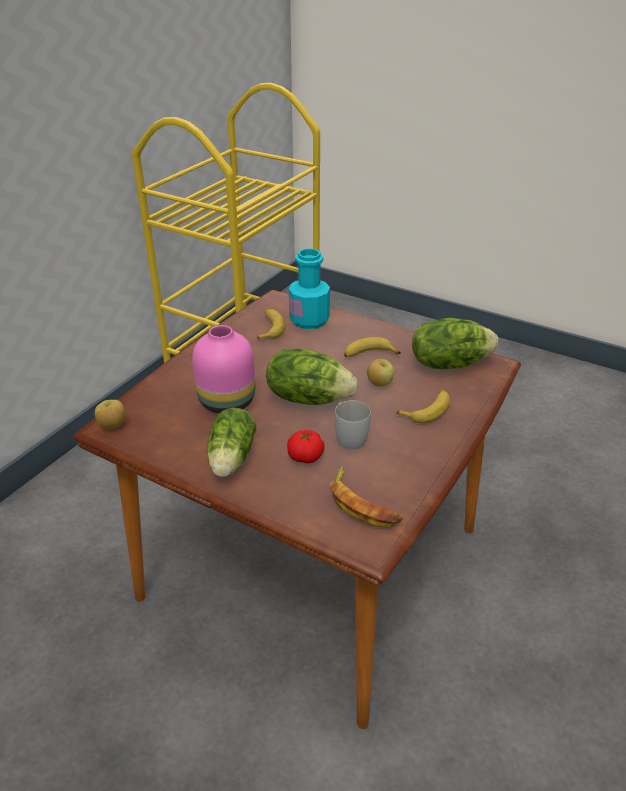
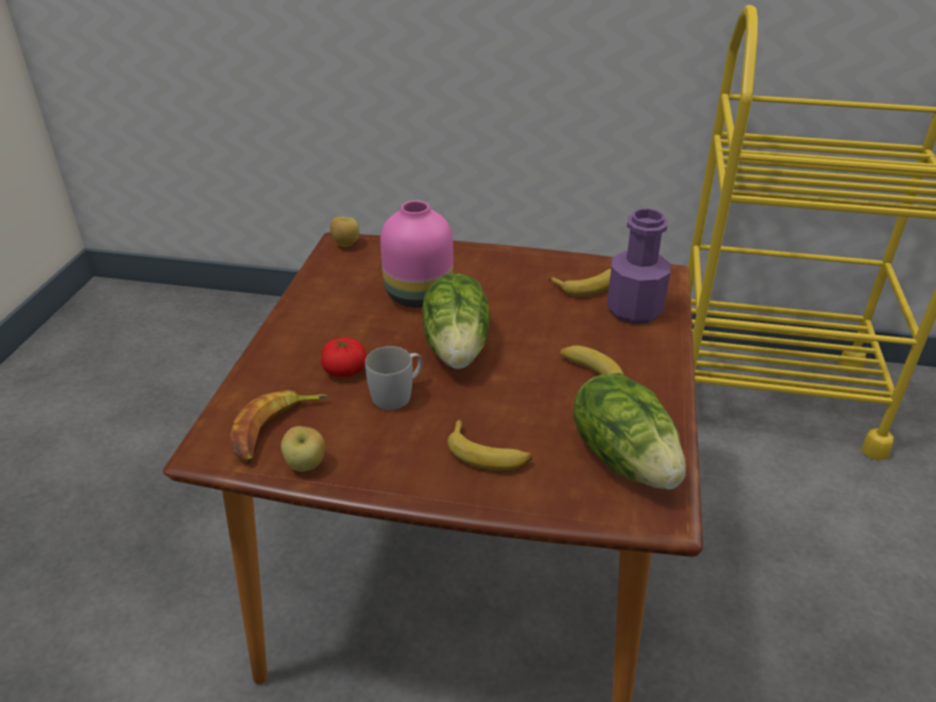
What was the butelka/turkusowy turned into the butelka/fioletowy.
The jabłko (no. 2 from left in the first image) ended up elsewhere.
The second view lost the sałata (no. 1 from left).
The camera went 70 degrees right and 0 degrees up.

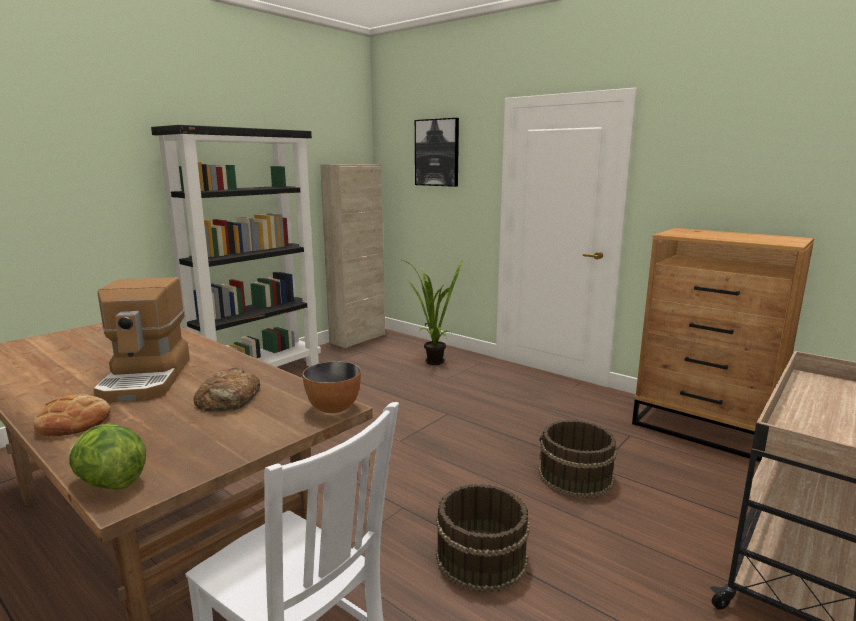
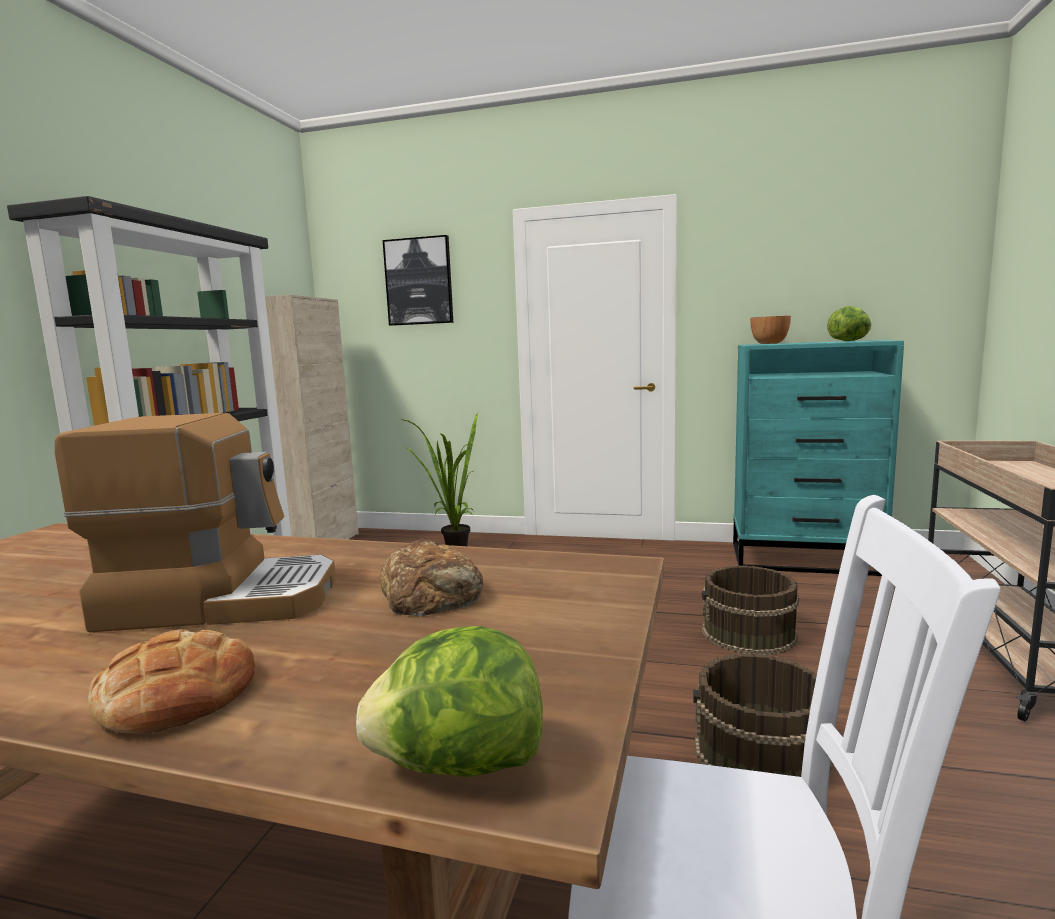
What was the komoda/brązowy turned into the komoda/turkusowy.
The ekspres do kawy ended up facing another way, 60 degrees counterclockwise from before.
The miska ended up elsewhere.
The second view gained the sałata (no. 2 from left).
The camera went 25 degrees left and 5 degrees down.

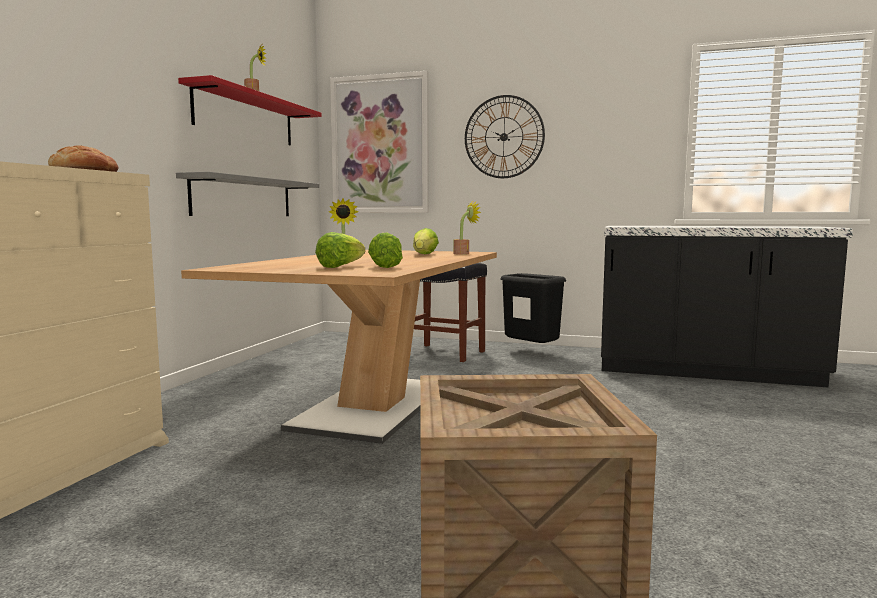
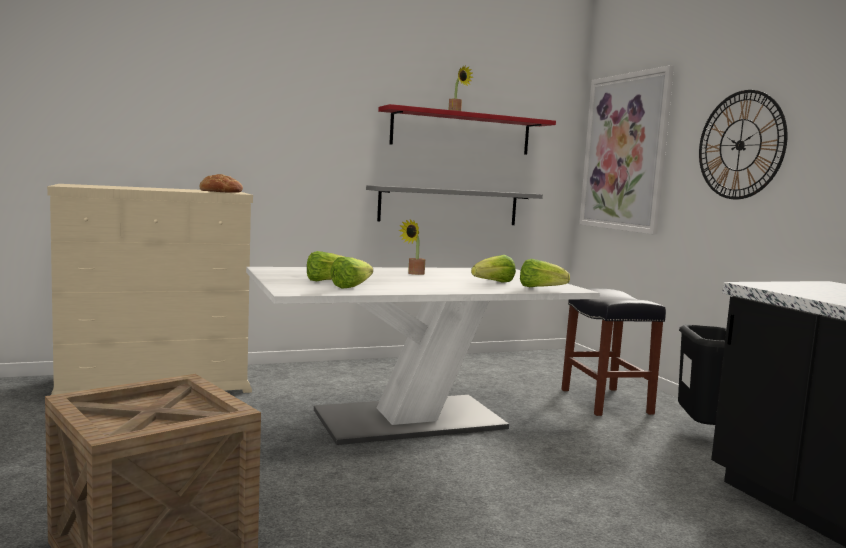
Where the roślina doniczkowa (no. 3 from left) stood, the sałata (no. 4 from left) came to stand.
What was the stół jadalny/brązowy turned into the stół jadalny/biały.
The camera went 50 degrees right and 0 degrees up.

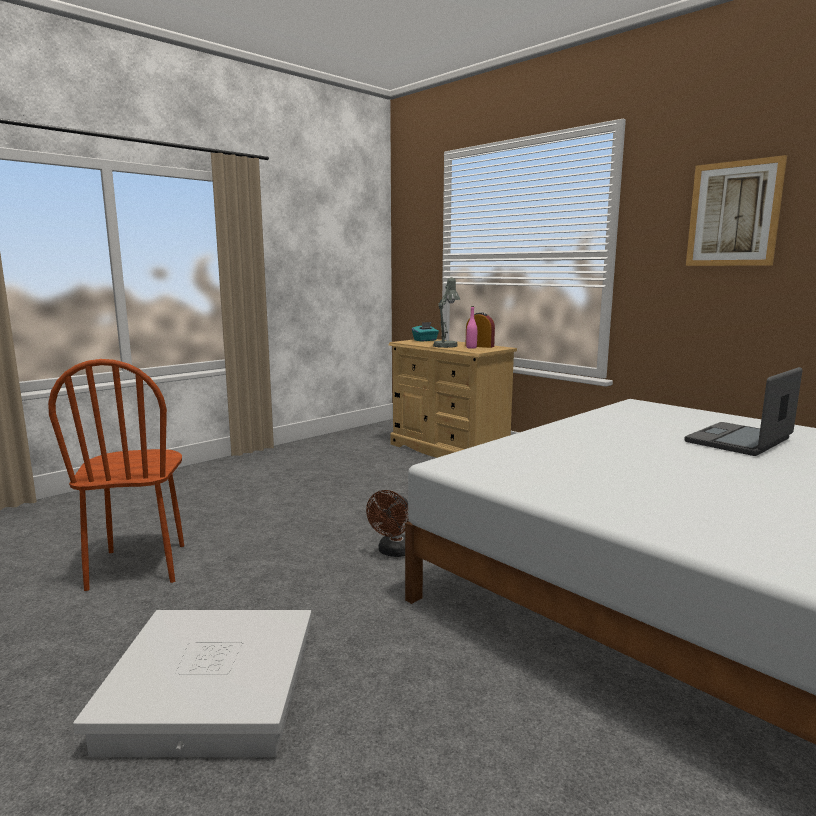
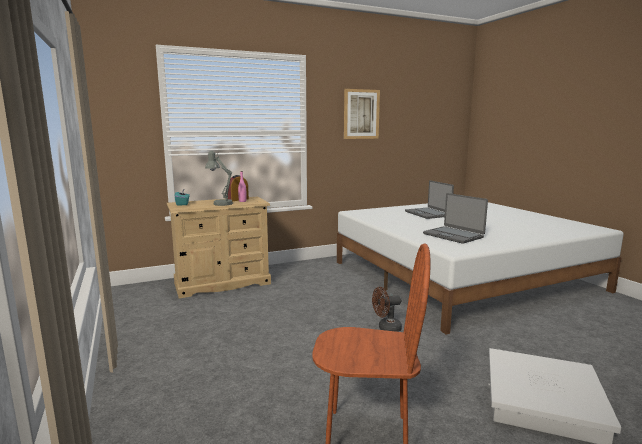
The wentylator/brązowy ended up facing another way, 120 degrees clockwise from before.
The second view gained the laptop (no. 2 from left).
The camera went 70 degrees left and 0 degrees up.

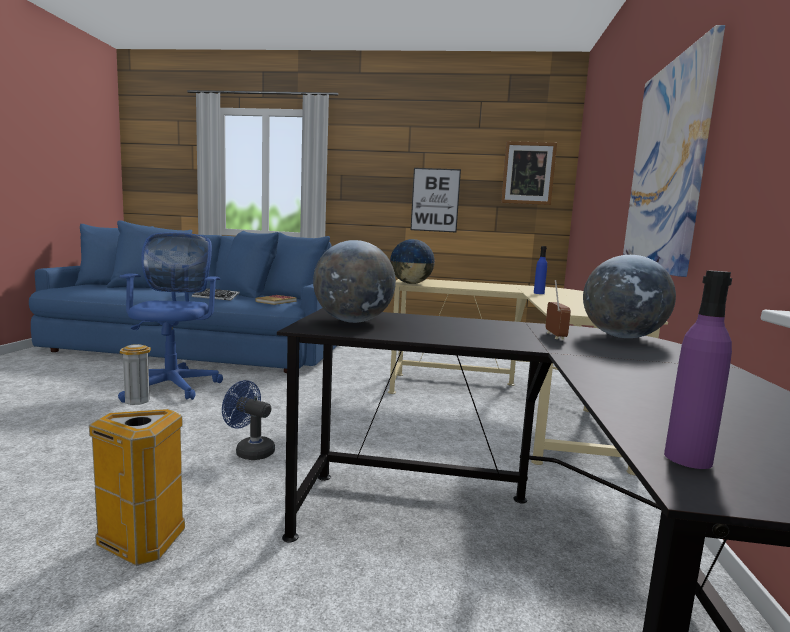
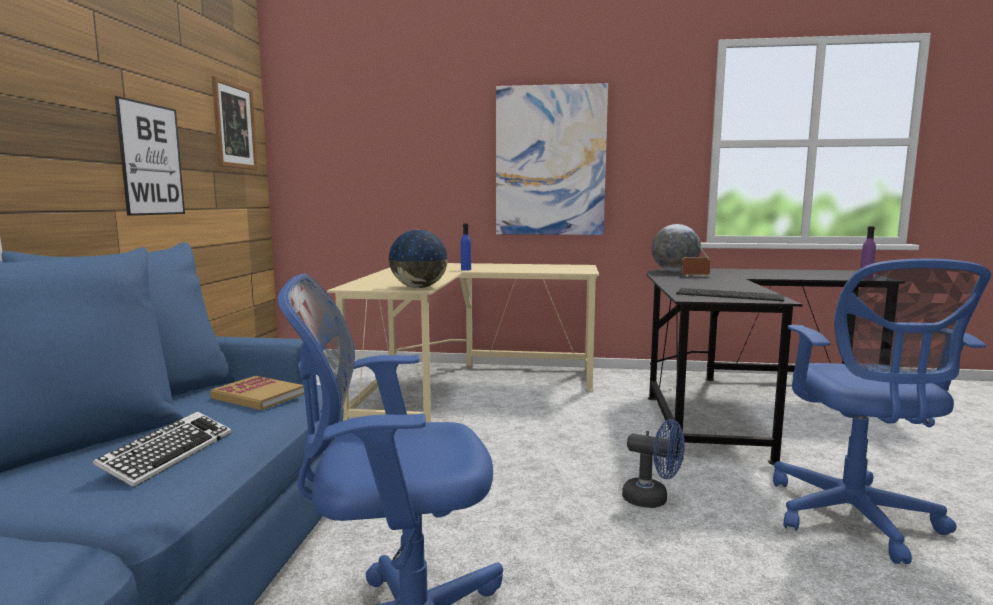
Where the globus (no. 1 from left) stood, the klawiatura (no. 2 from left) came to stand.
Where the kosz na śmieci stood, the krzesło biurowe/niebieski (no. 2 from left) came to stand.
The wentylator/niebieski ended up facing another way, 90 degrees counterclockwise from before.
The camera went 90 degrees left and 0 degrees up.

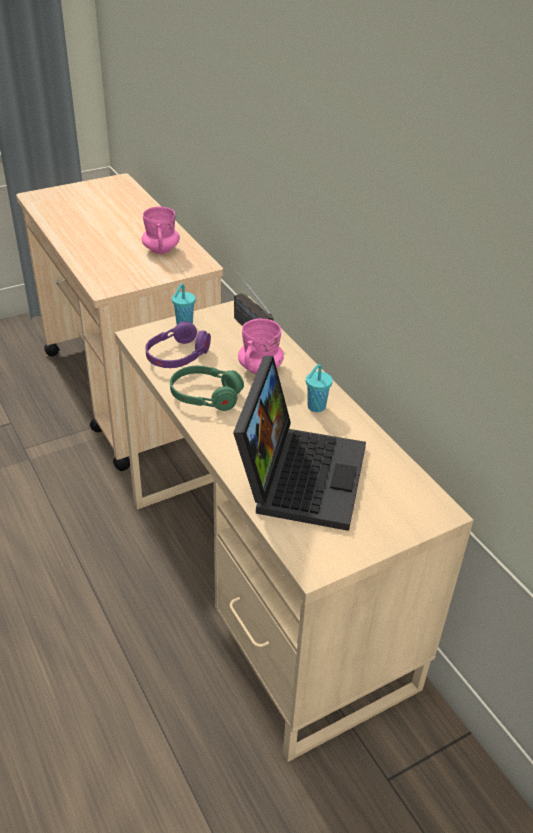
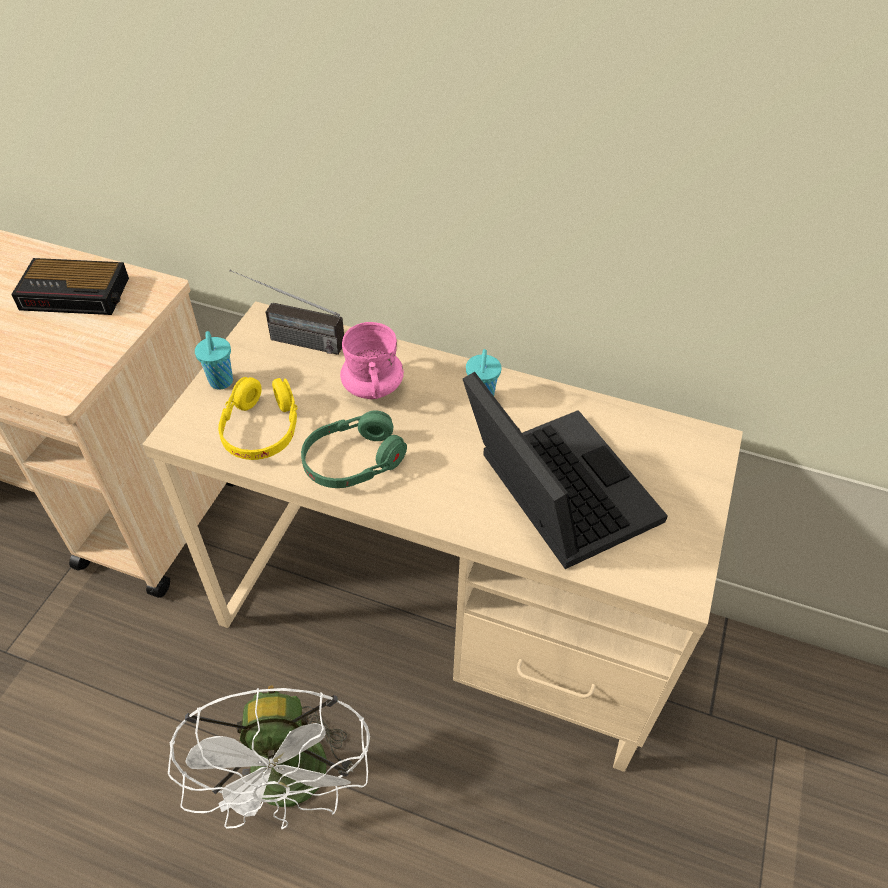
Where the kubek/różowy (no. 1 from left) stood, the budzik came to stand.
What was the słuchawki/fioletowy turned into the słuchawki/żółty.
The second view gained the wentylator/biały.
The camera went 40 degrees left and 10 degrees up.

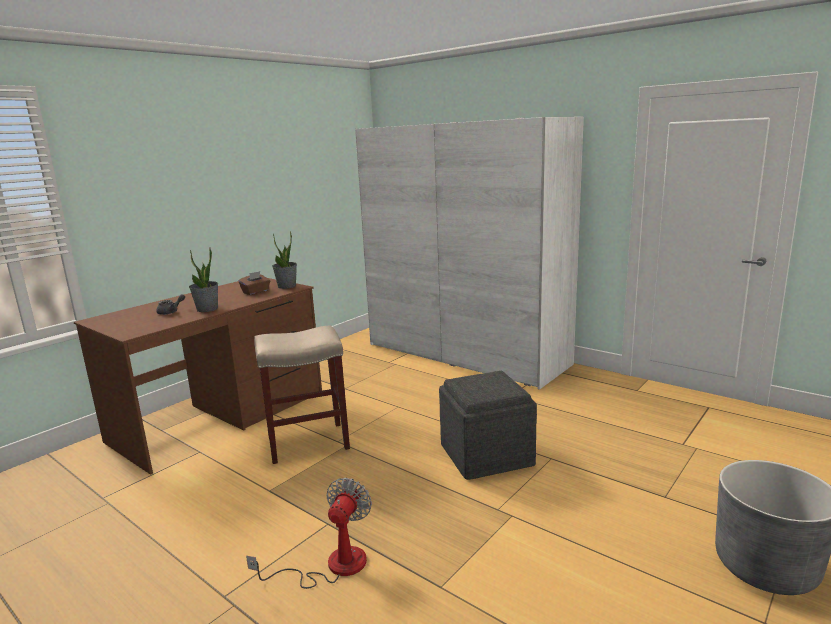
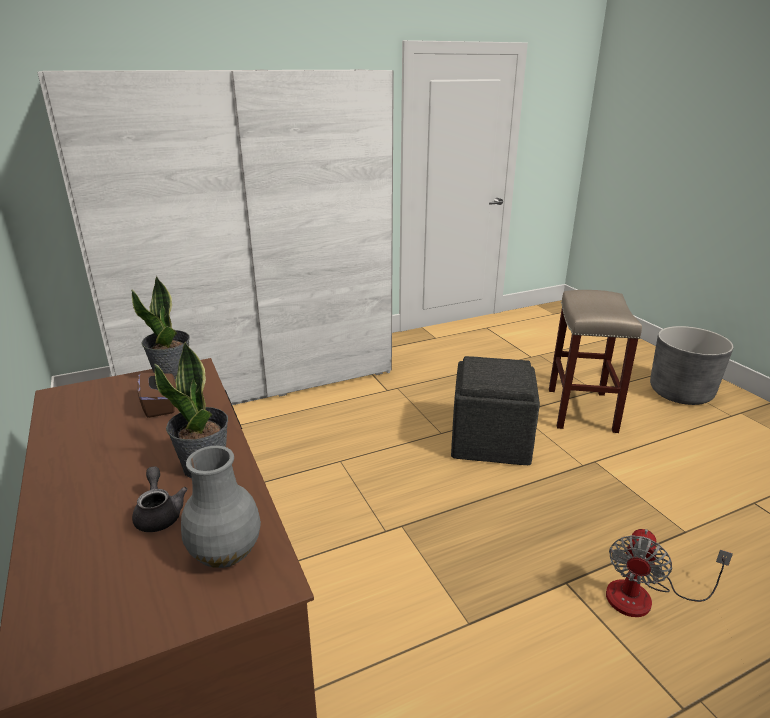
The stołek/beżowy ended up elsewhere.
The wentylator ended up facing another way, 105 degrees counterclockwise from before.
The second view gained the wazon/szary.
The camera went 65 degrees left and 10 degrees up.

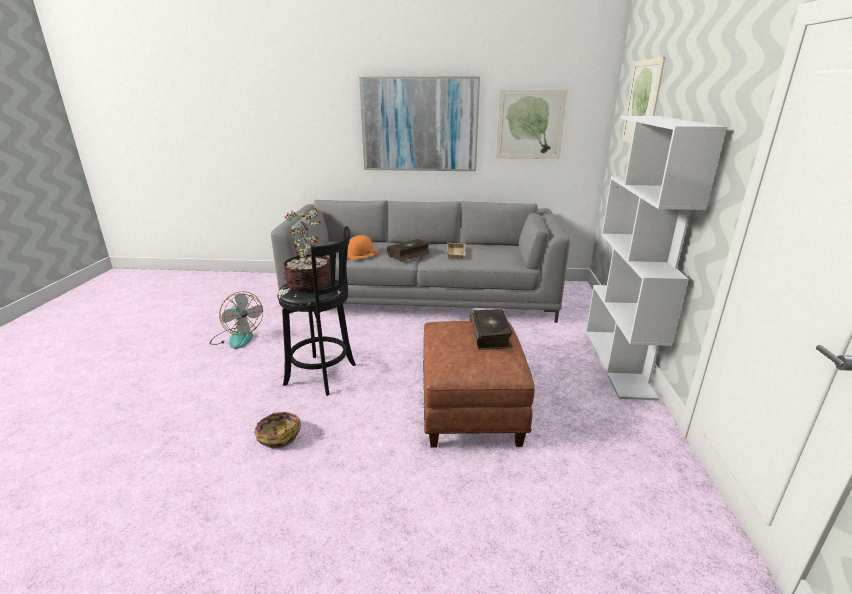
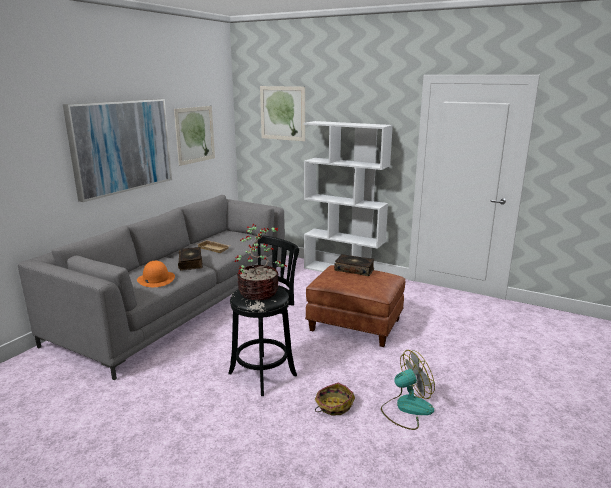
The wentylator ended up elsewhere.
The camera went 65 degrees left and 5 degrees down.

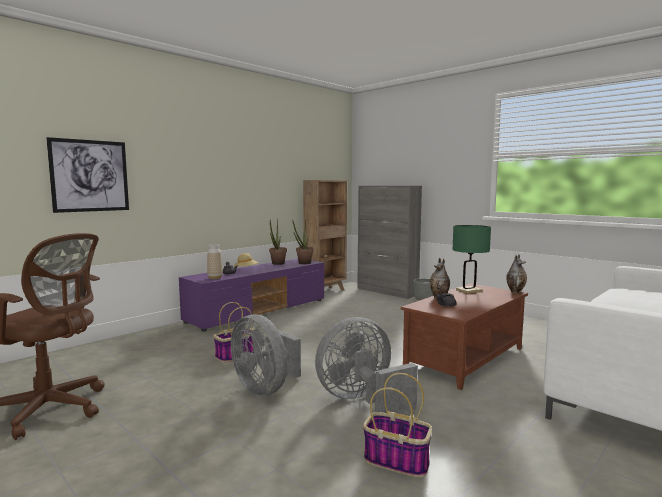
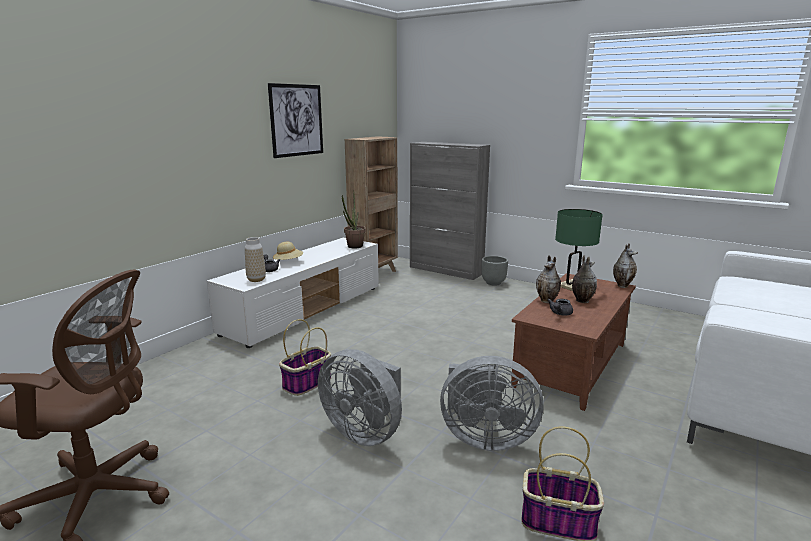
The obraz ended up elsewhere.
The second view lost the roślina doniczkowa (no. 1 from left).
What was the szafka pod telewizor/fioletowy turned into the szafka pod telewizor/biały.
The wentylator/szary (no. 2 from left) ended up facing another way, 135 degrees counterclockwise from before.
The second view gained the wazon (no. 3 from left).
The camera went 10 degrees left and 10 degrees up.

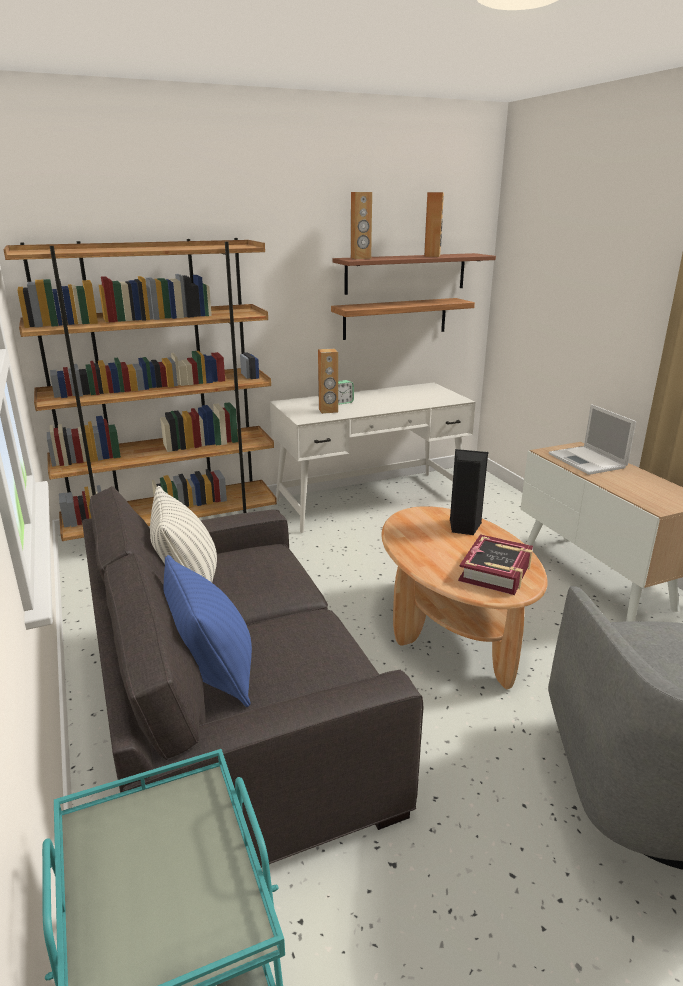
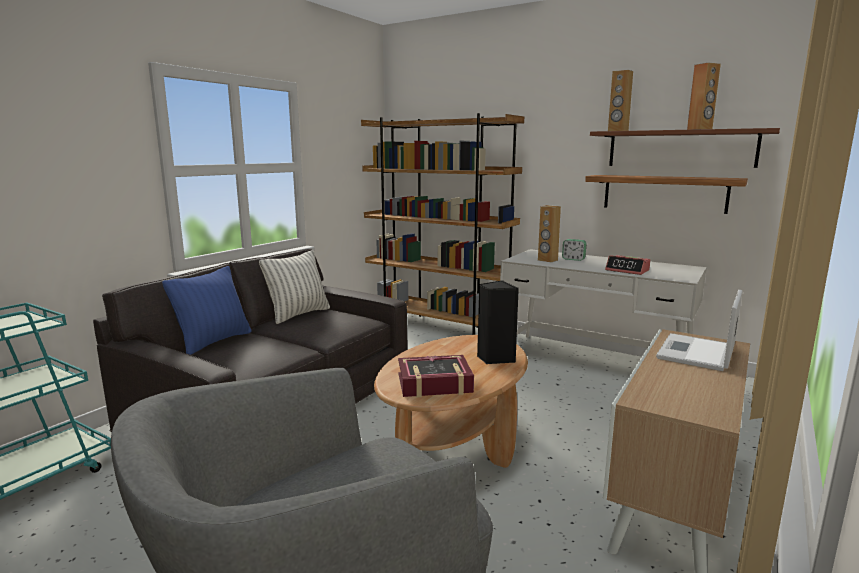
The second view gained the budzik (no. 2 from left).
The camera went 55 degrees right and 10 degrees down.

